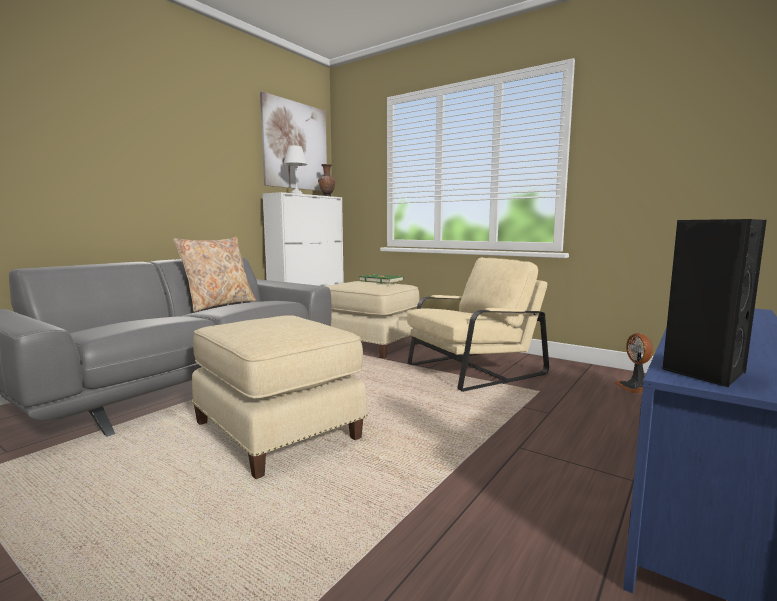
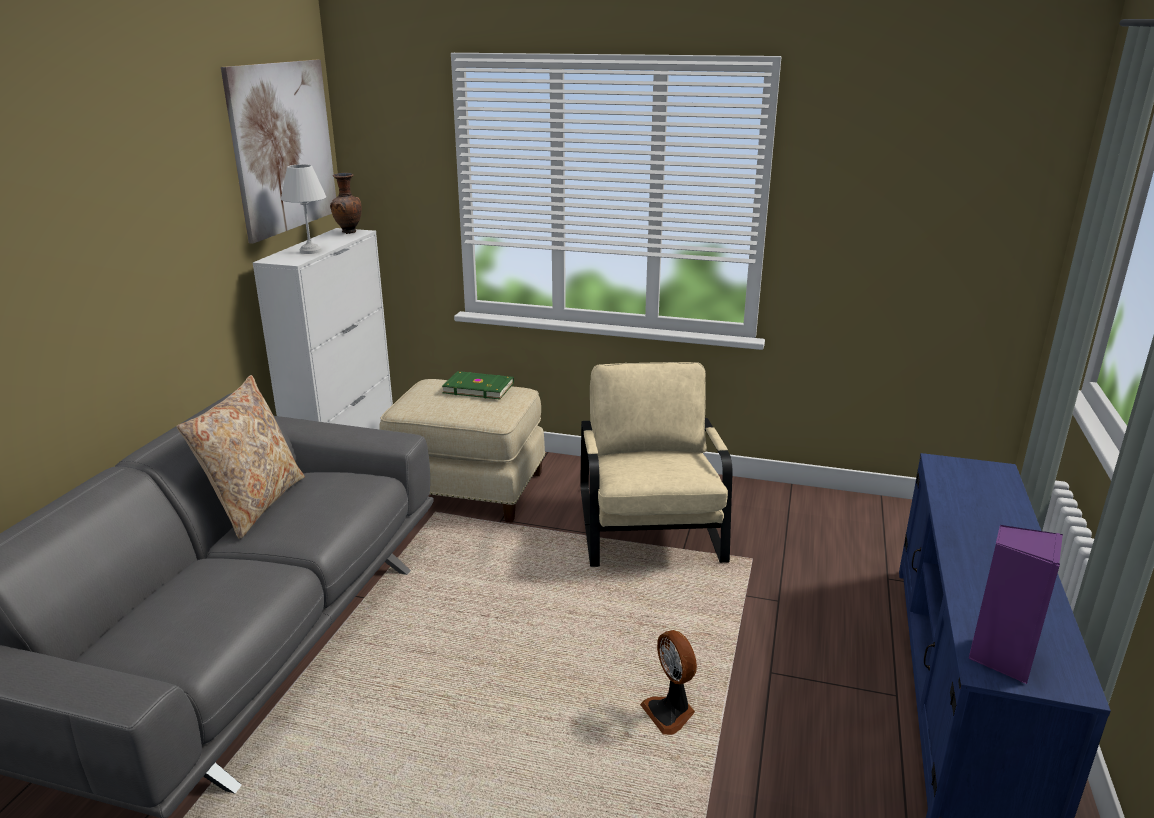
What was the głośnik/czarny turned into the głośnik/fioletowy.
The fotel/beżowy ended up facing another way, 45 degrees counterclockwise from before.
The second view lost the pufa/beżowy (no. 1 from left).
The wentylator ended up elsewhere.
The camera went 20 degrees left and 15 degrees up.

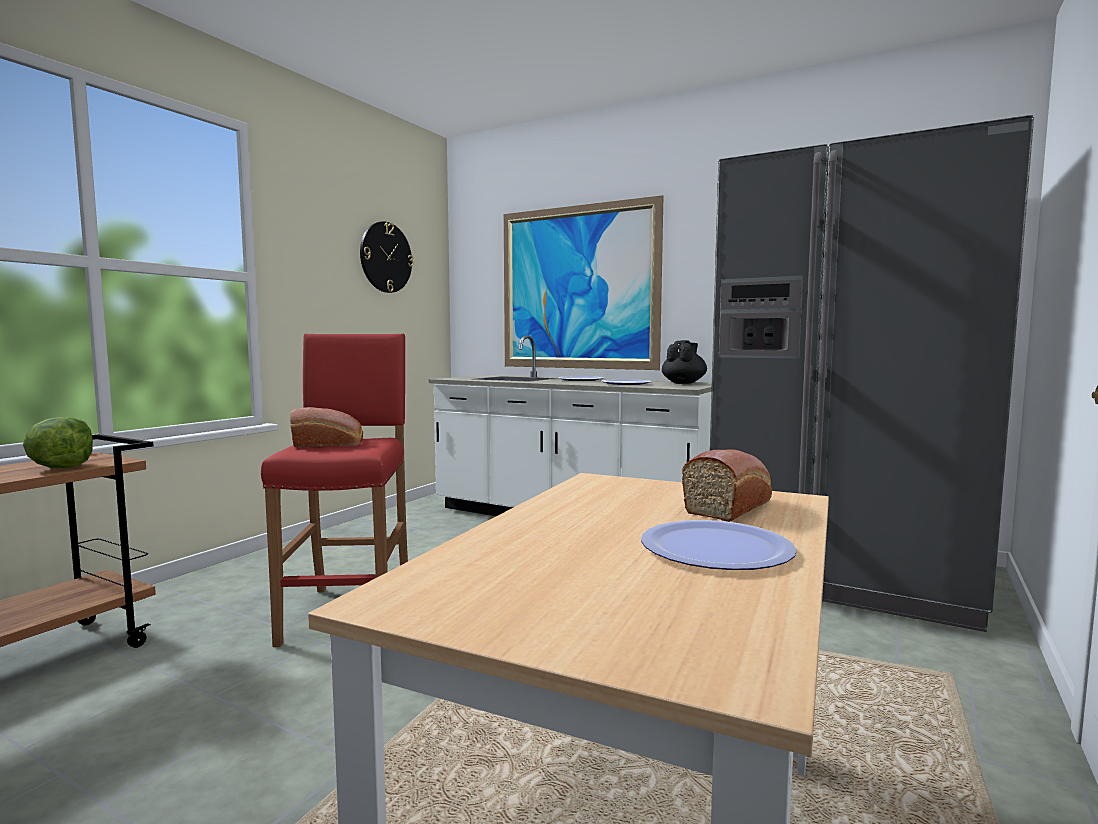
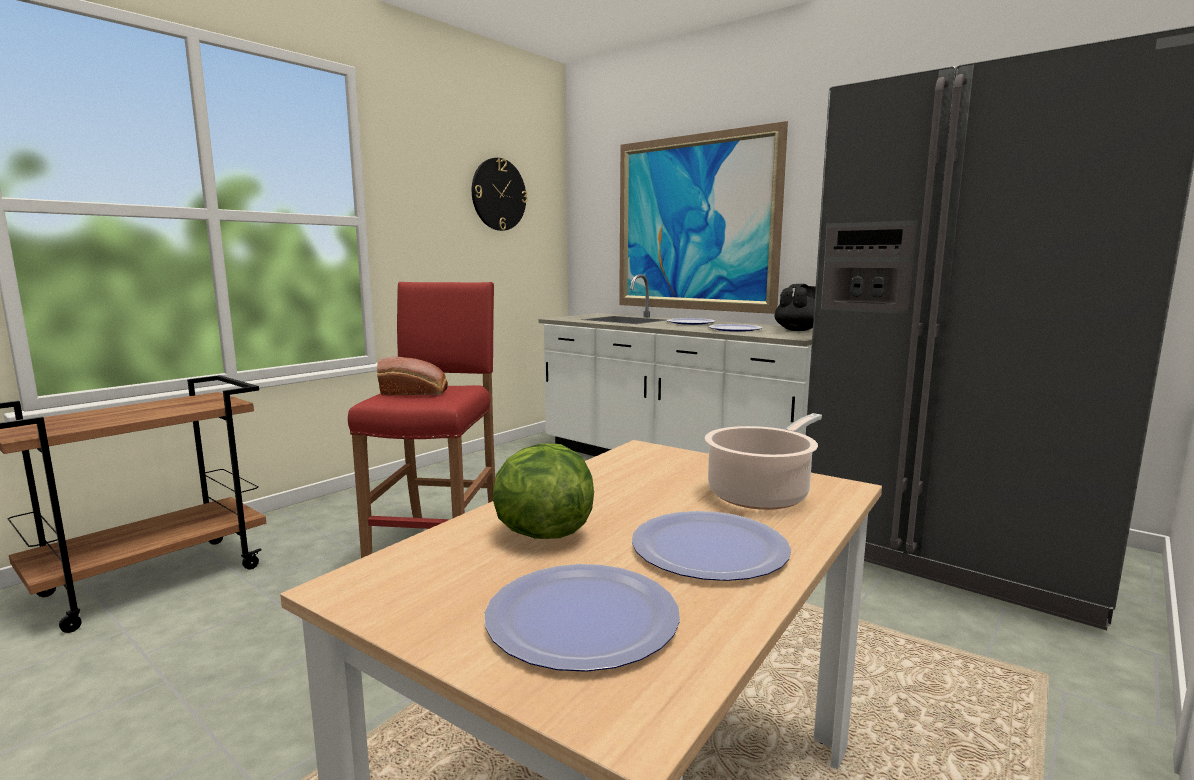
The sałata ended up elsewhere.
Where the chleb (no. 2 from left) stood, the garnek came to stand.
The second view gained the talerz (no. 1 from left).
The camera went 10 degrees right and 5 degrees up.

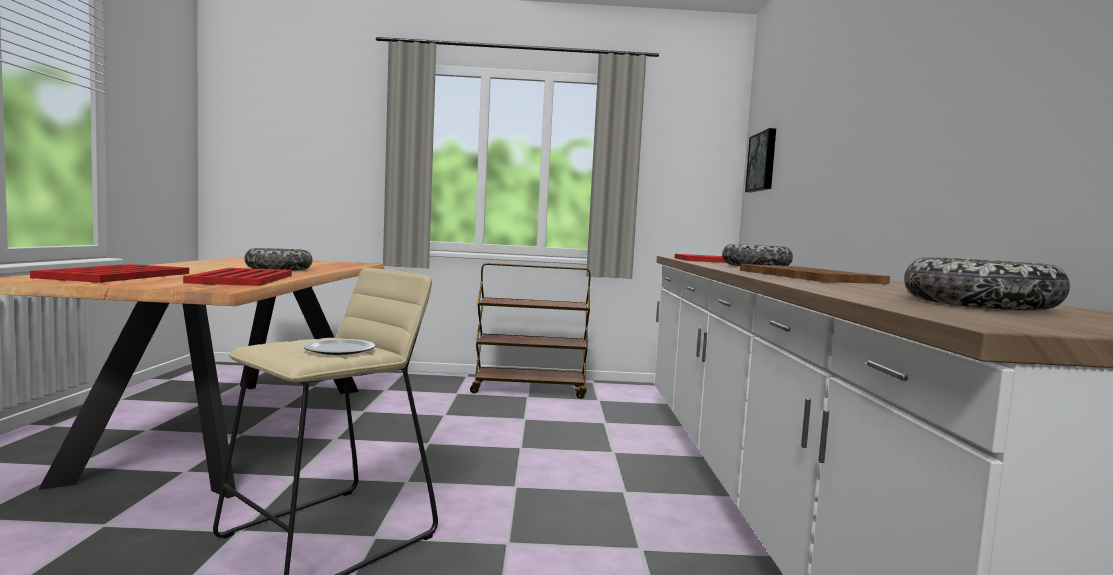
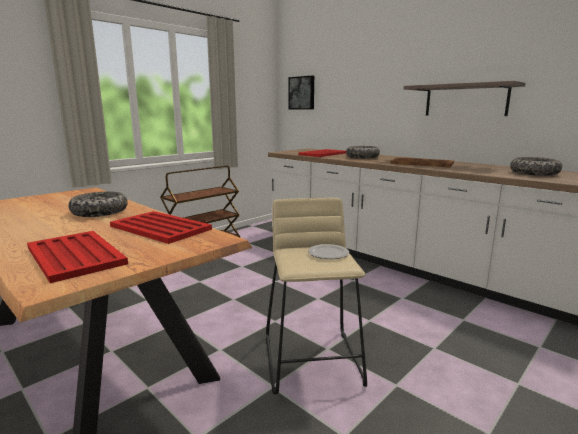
The second view gained the półka.
The camera went 45 degrees left and 10 degrees up.

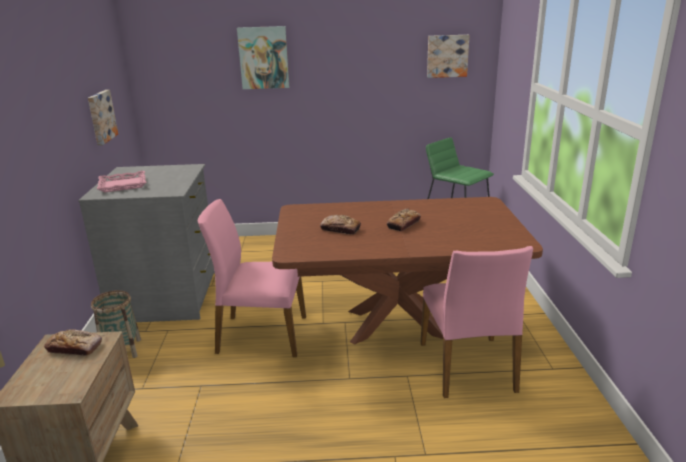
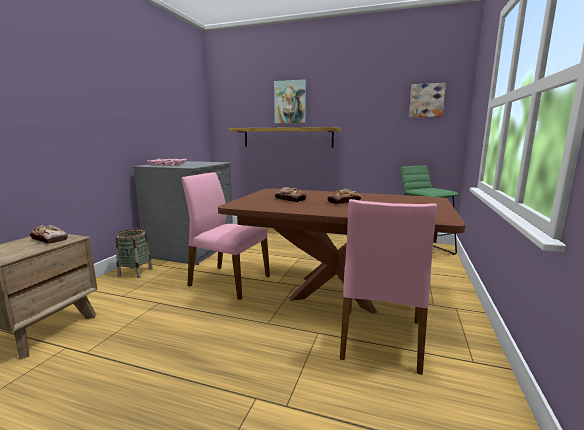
The second view lost the obraz (no. 1 from left).
The second view gained the półka.
The camera went 20 degrees right and 10 degrees down.

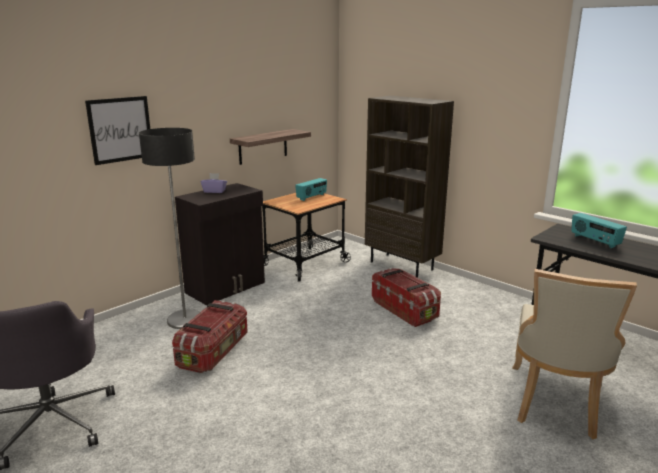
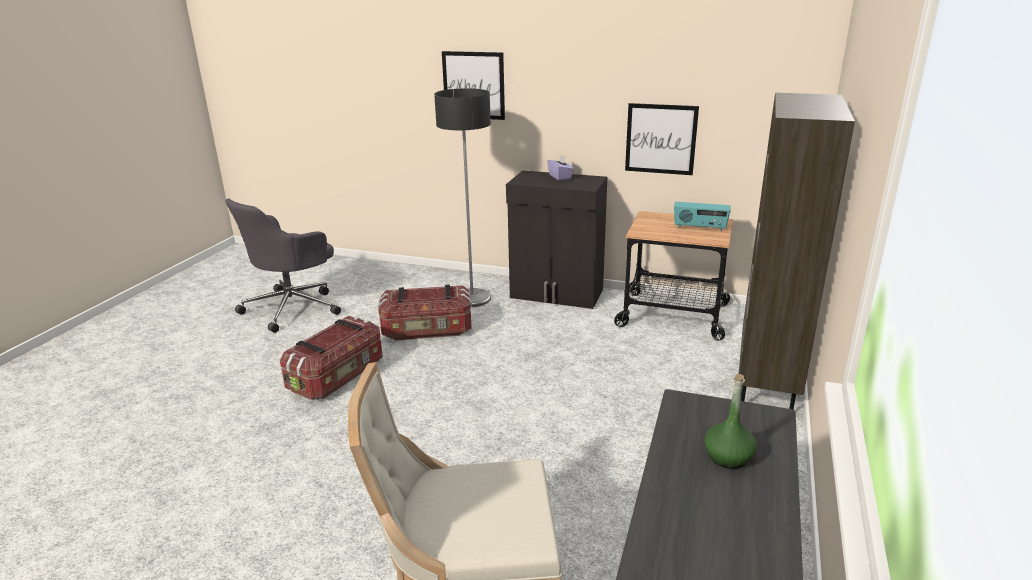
Where the półka hung, the obraz (no. 2 from left) came to hang.
Where the radio (no. 2 from left) stood, the butelka/zielony came to stand.
The pojemnik do przechowywania (no. 2 from left in the first image) ended up elsewhere.
The camera went 65 degrees right and 5 degrees up.

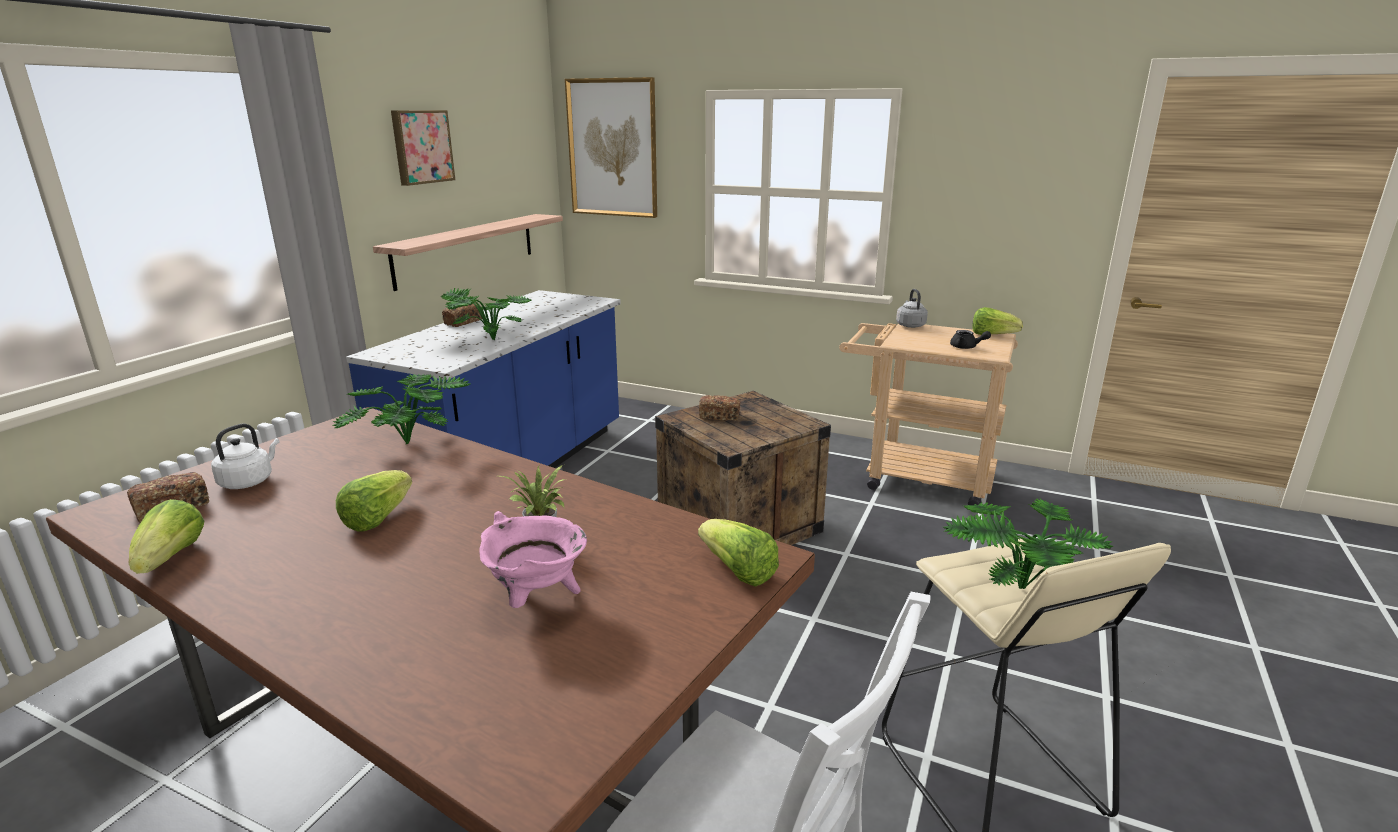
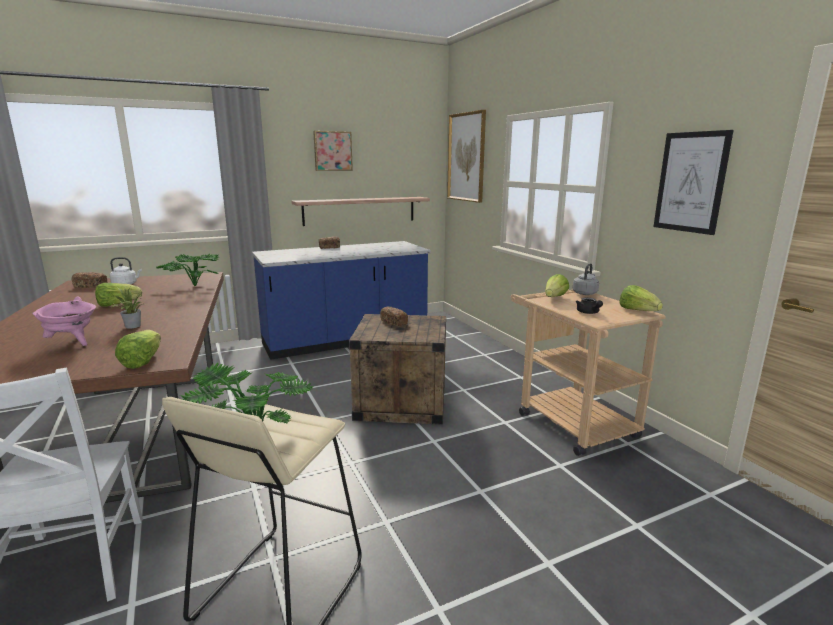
The second view lost the roślina doniczkowa (no. 2 from left).
The sałata (no. 1 from left in the first image) ended up elsewhere.
The second view gained the obraz (no. 3 from left).
The camera went 40 degrees right and 5 degrees down.

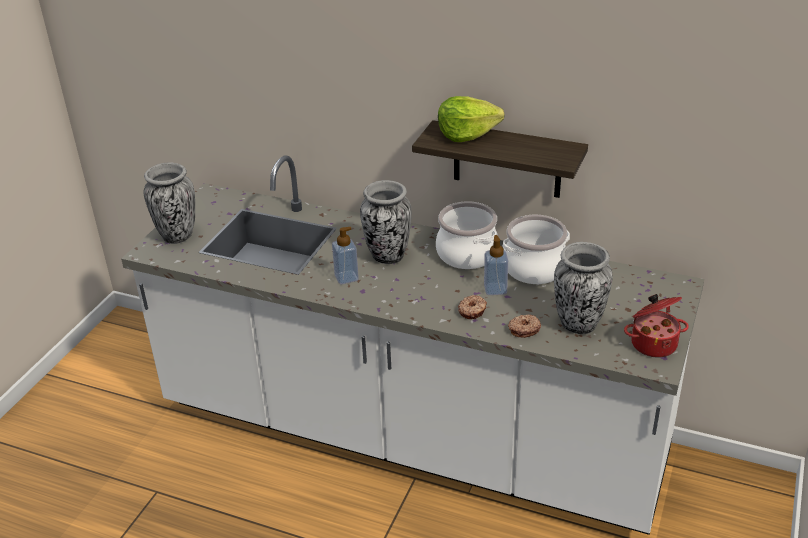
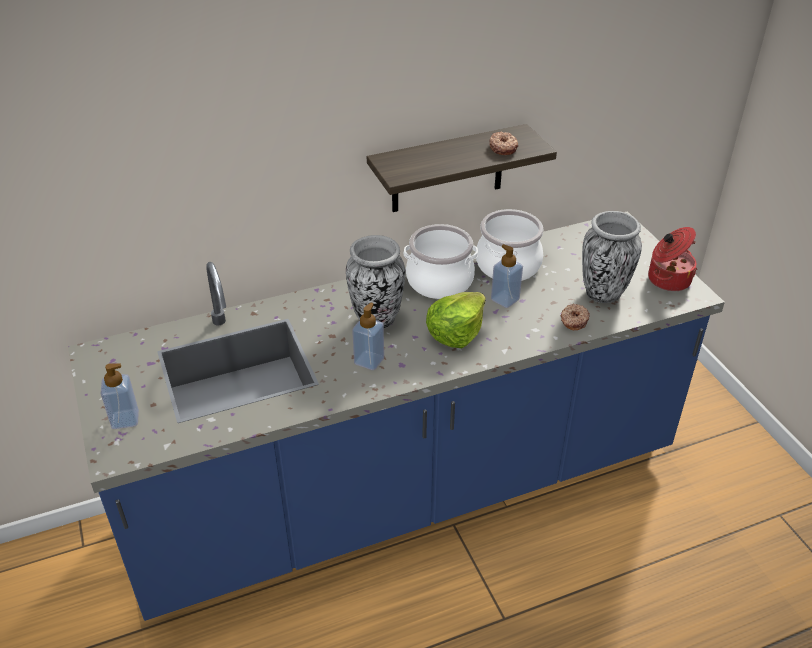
The sałata ended up elsewhere.
What was the zabudowa kuchenna/biały turned into the zabudowa kuchenna/niebieski.
Where the wazon (no. 1 from left) stood, the dozownik mydła (no. 1 from left) came to stand.
The donut (no. 1 from left) ended up elsewhere.
The camera went 45 degrees left and 5 degrees up.

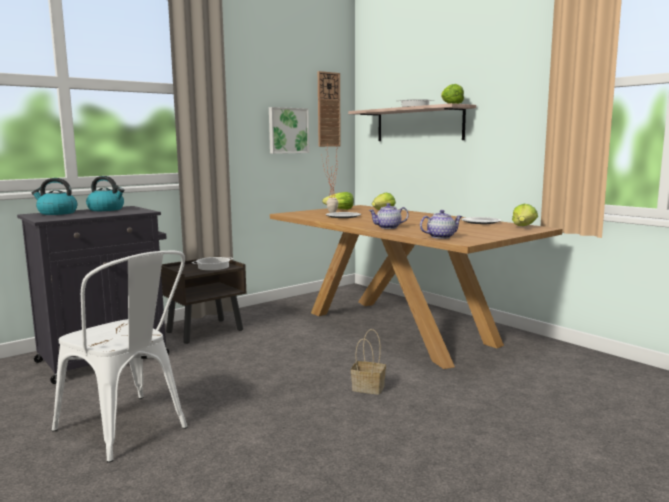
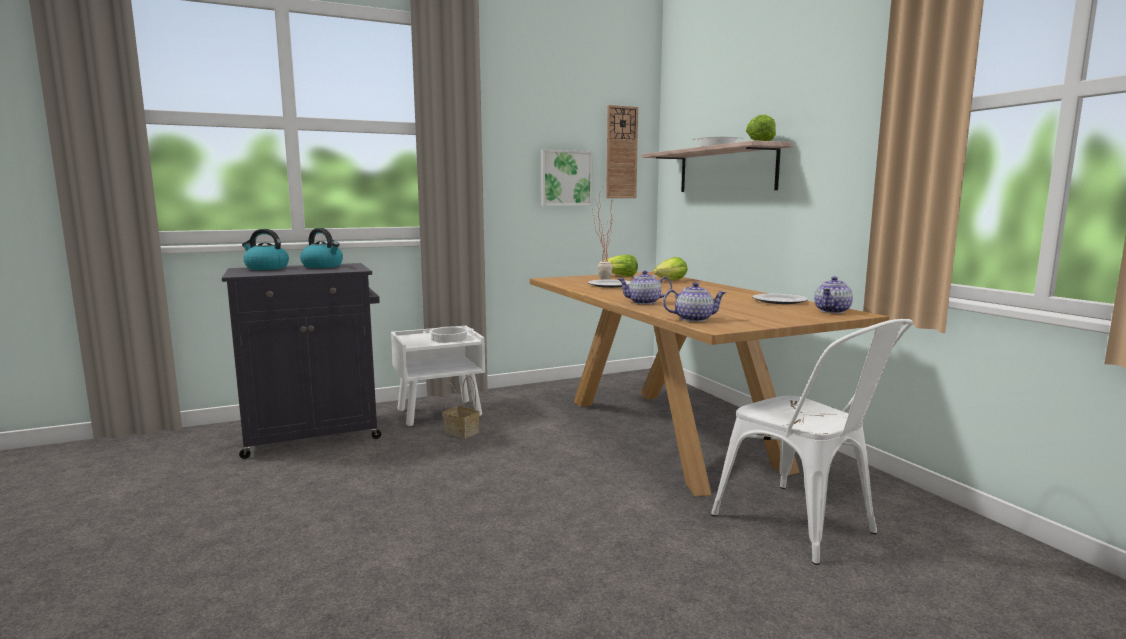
Where the sałata (no. 4 from left) stood, the imbryk (no. 3 from left) came to stand.
The krzesło/biały ended up elsewhere.
What was the szafka nocna/brązowy turned into the szafka nocna/biały.
The koszyk ended up elsewhere.
The camera went 15 degrees right and 0 degrees up.

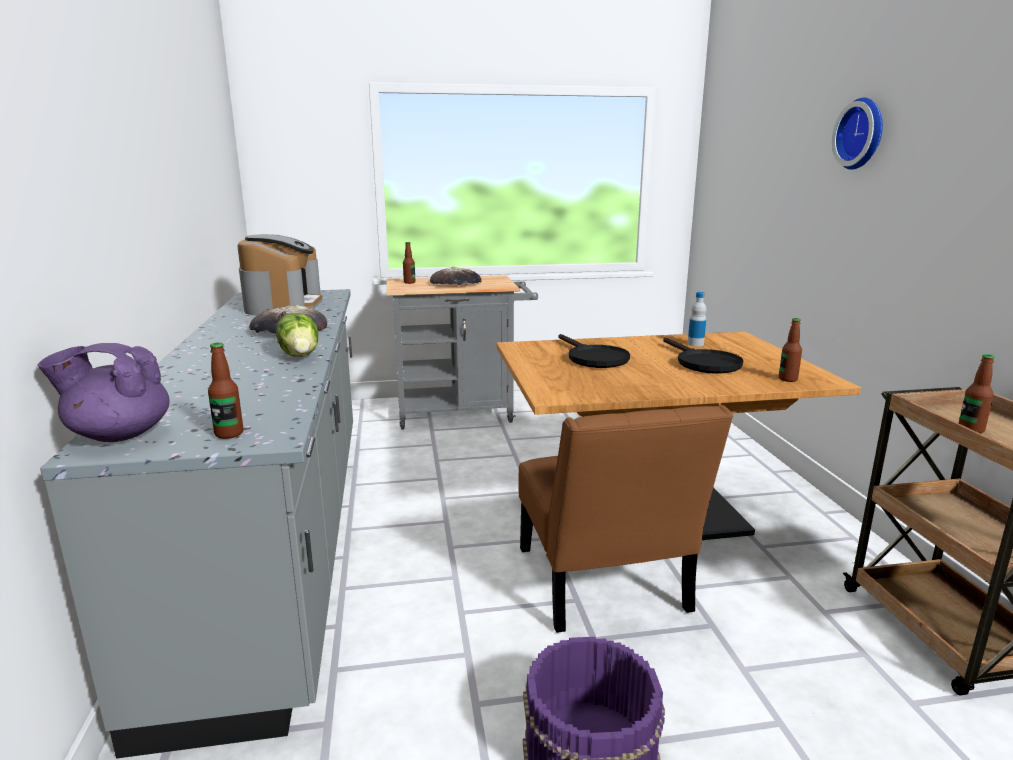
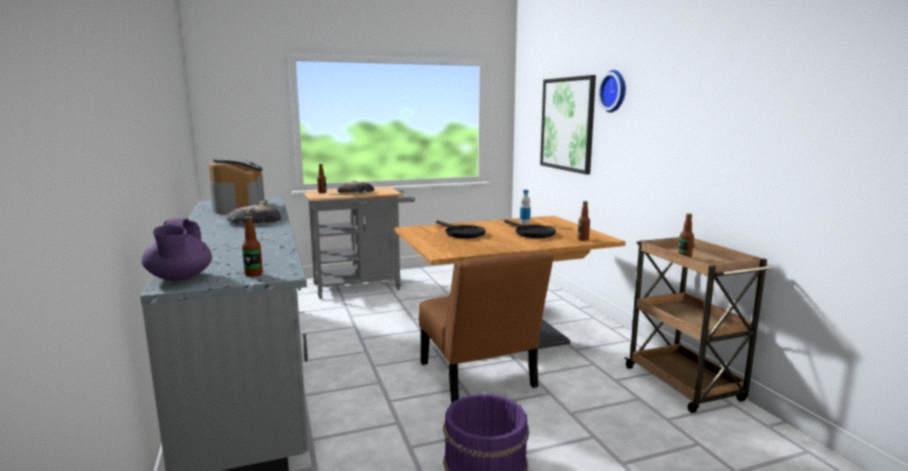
The second view lost the sałata.
The imbryk/fioletowy ended up facing another way, 90 degrees counterclockwise from before.
The second view gained the obraz.
The camera went 10 degrees left and 5 degrees down.

